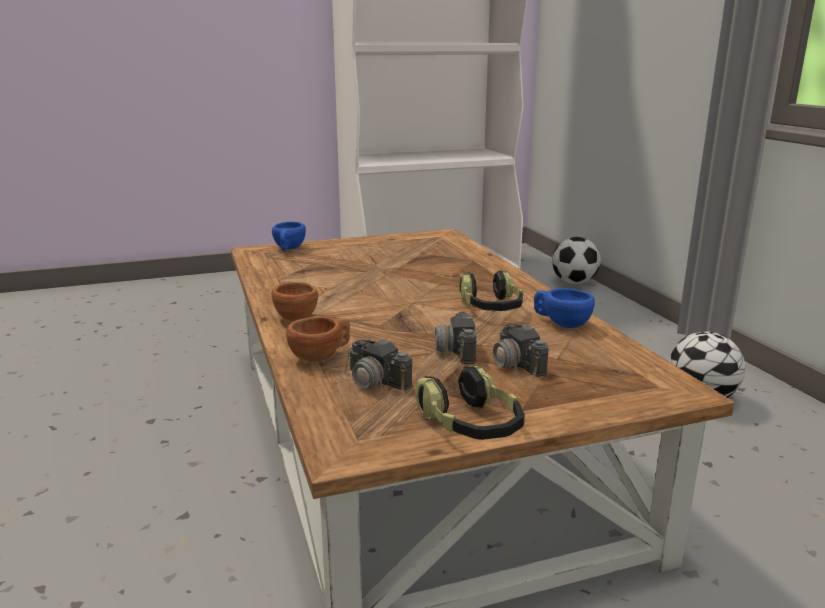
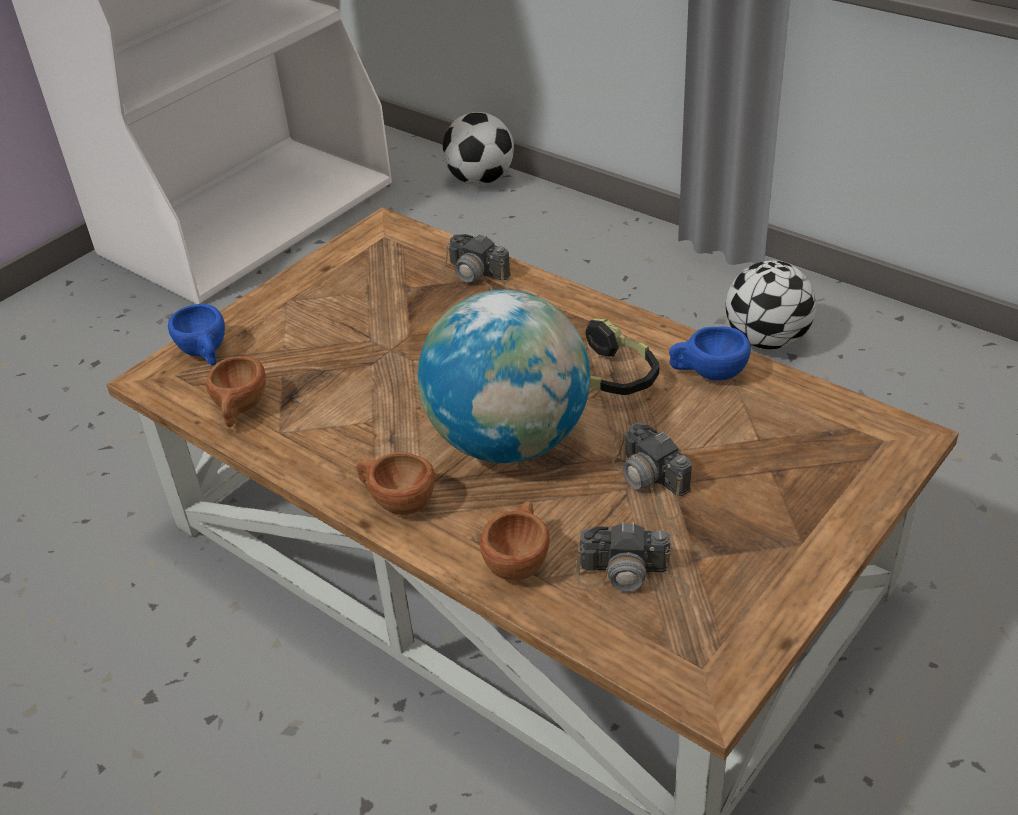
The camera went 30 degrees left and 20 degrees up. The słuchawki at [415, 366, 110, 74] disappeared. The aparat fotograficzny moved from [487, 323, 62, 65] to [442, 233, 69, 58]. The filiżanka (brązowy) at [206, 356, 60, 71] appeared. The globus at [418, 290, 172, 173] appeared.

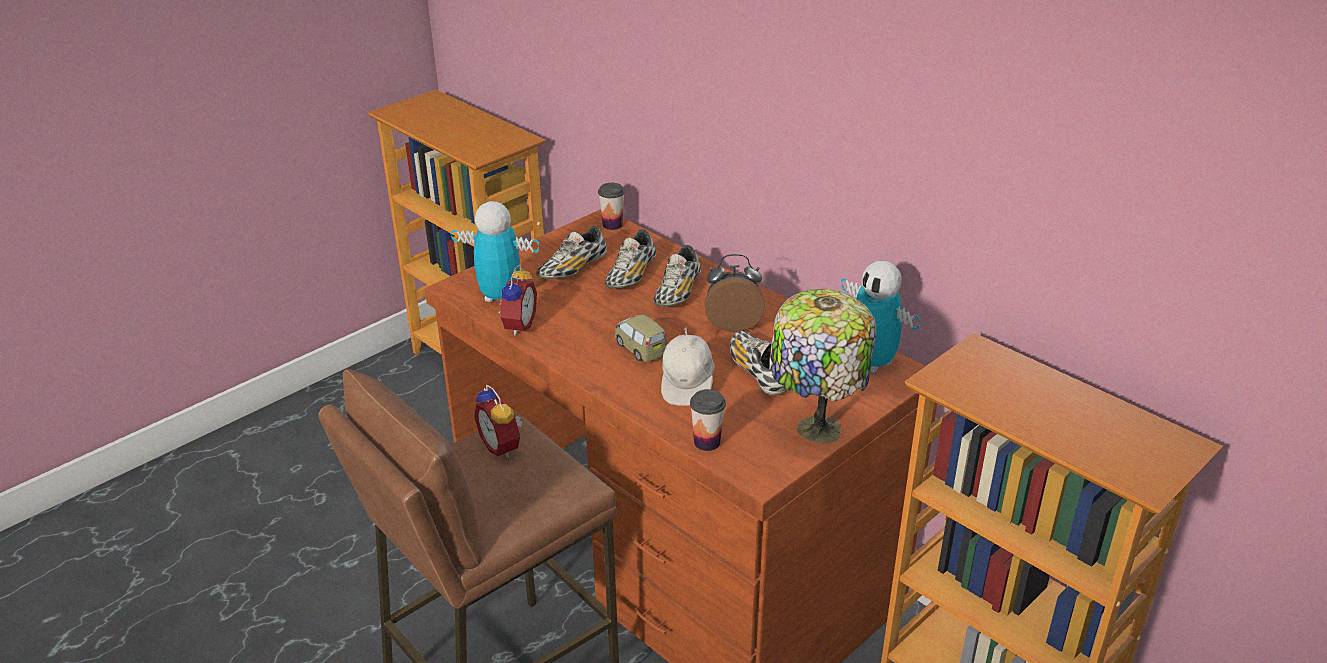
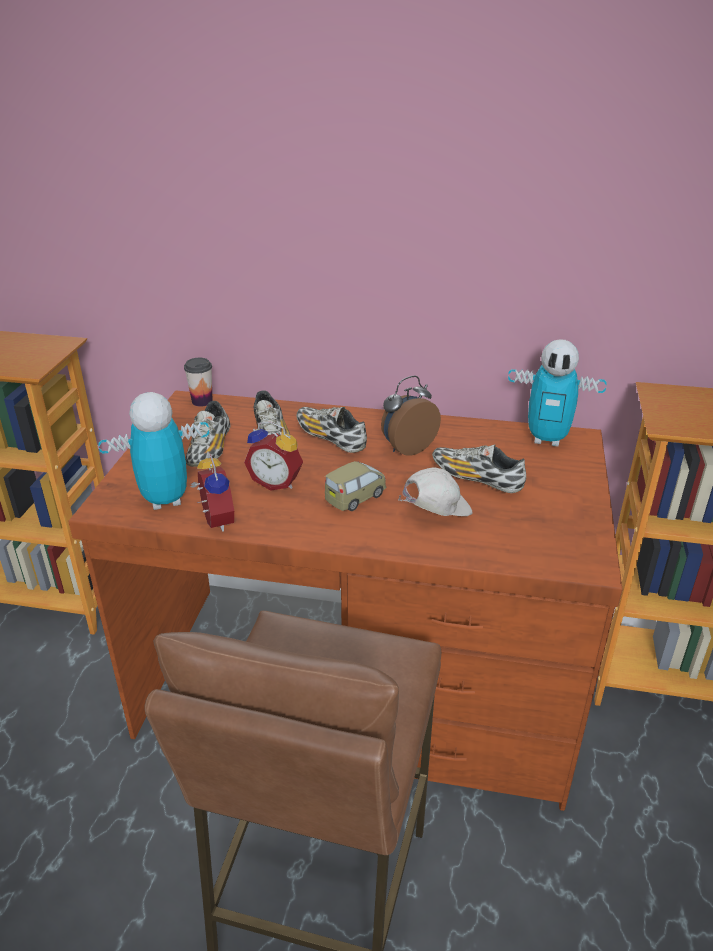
The camera went 35 degrees left and 0 degrees up. The budzik moved from [474, 384, 49, 74] to [244, 422, 59, 69]. The samochodzik at [615, 314, 52, 48] turned 120 degrees clockwise. The but at [653, 245, 48, 62] turned 150 degrees clockwise. The czapka z daszkiem (biały) at [661, 326, 54, 80] turned 90 degrees counterclockwise. The filiżanka at [690, 389, 36, 62] disappeared. The lampa stołowa at [769, 289, 107, 155] disappeared.

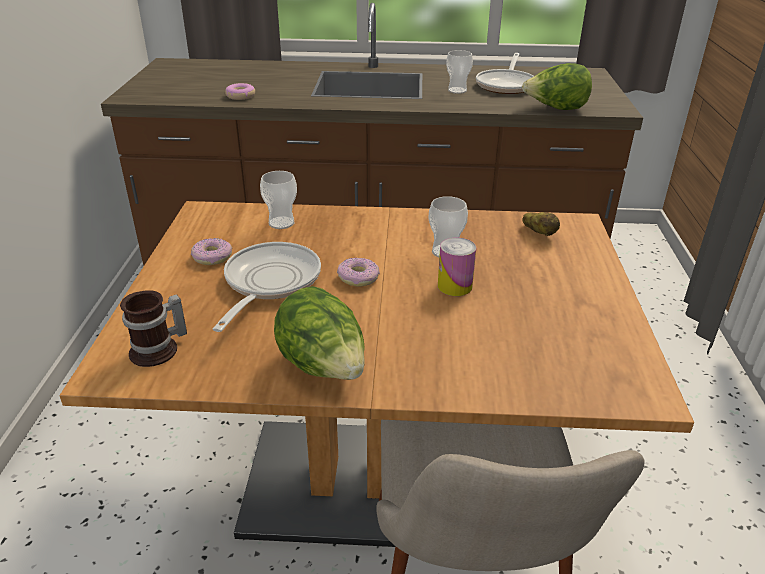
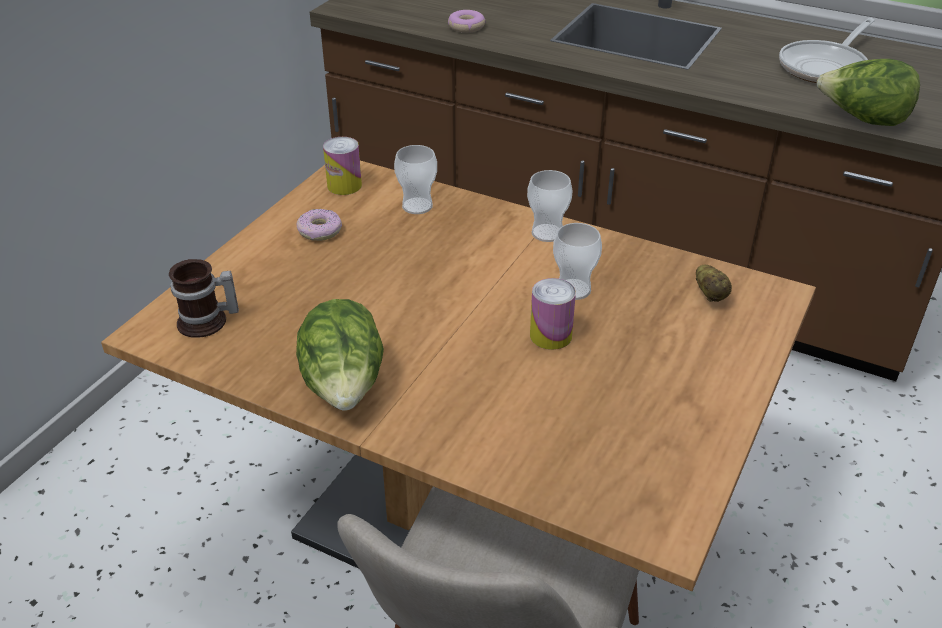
The camera went 25 degrees right and 5 degrees up. The patelnia at [213, 242, 108, 90] disappeared. The donut at [337, 258, 43, 29] disappeared. The filiżanka moved from [446, 50, 27, 44] to [527, 170, 46, 72]. The puszka at [323, 137, 39, 58] appeared.

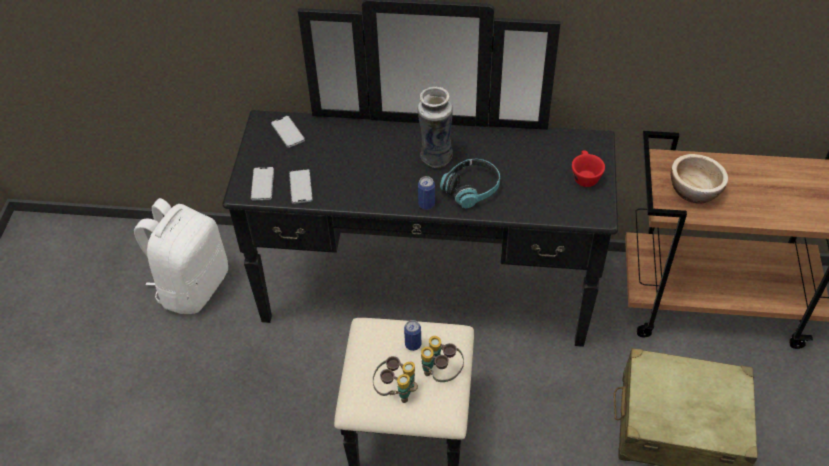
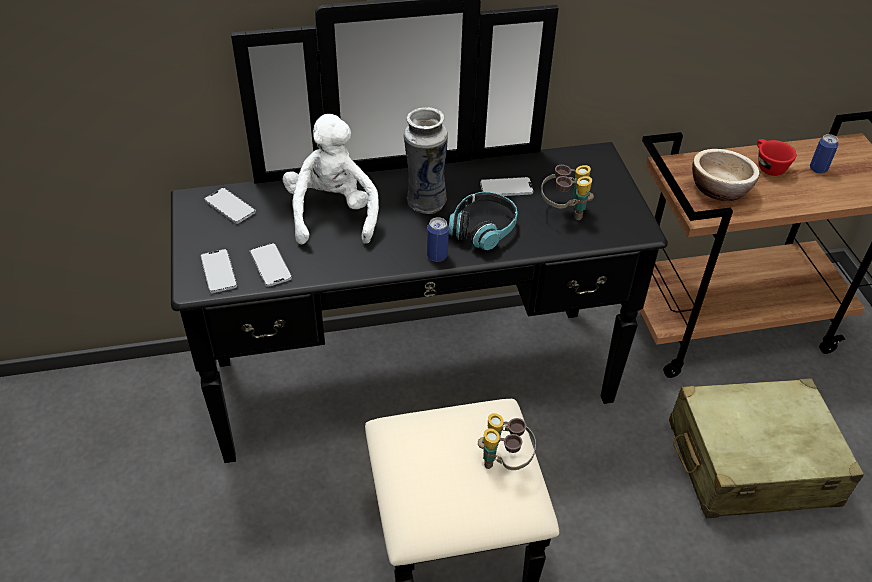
The camera went 20 degrees left and 5 degrees down. The plecak (biały) at [134, 198, 94, 116] disappeared. The lornetka moved from [373, 356, 45, 47] to [541, 165, 53, 55]. The puszka moved from [404, 320, 17, 31] to [810, 134, 29, 40]. The filiżanka (czerwony) moved from [572, 151, 33, 36] to [757, 139, 40, 37]. The pluszak (biały) at [283, 114, 96, 131] appeared. The telefon at [480, 177, 53, 19] appeared.

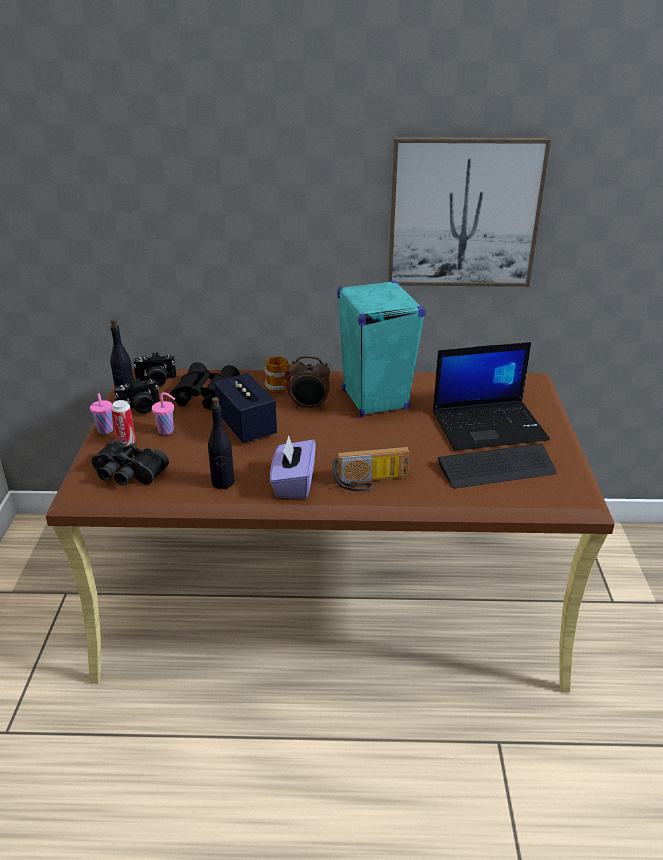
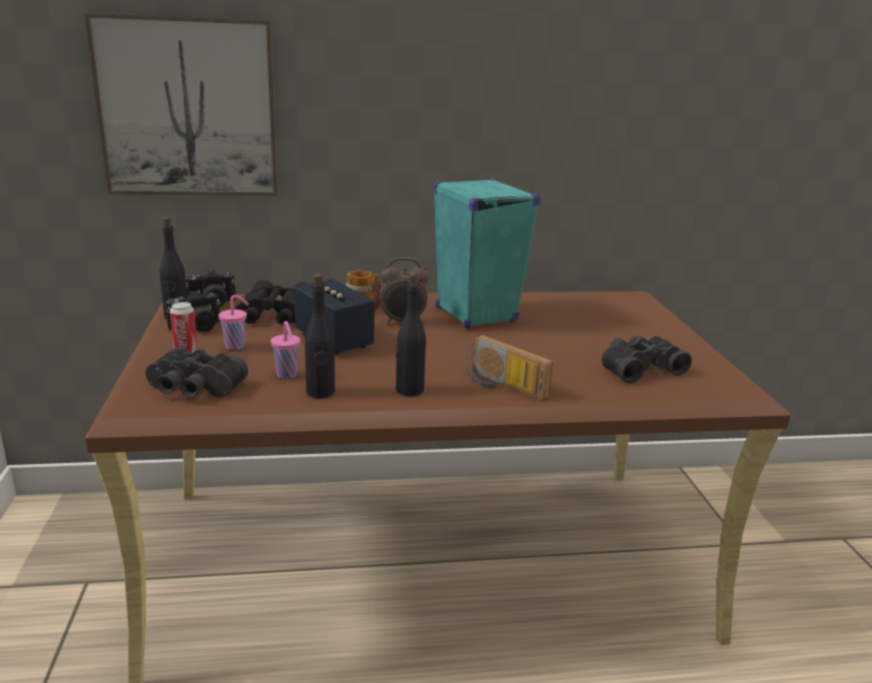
The camera went 10 degrees left and 10 degrees down. The filiżanka (różowy) moved from [90, 393, 23, 41] to [271, 321, 29, 58]. The pudełko chusteczek (fioletowy) at [270, 435, 46, 64] was replaced by the butelka (czarny) at [396, 273, 30, 123]. The radio at [332, 446, 78, 46] turned 60 degrees clockwise. The obraz moved from [388, 137, 163, 150] to [84, 13, 194, 183]. The laptop at [433, 342, 117, 109] disappeared. The klawiatura at [438, 444, 119, 44] was replaced by the lornetka (czarny) at [601, 336, 91, 47].

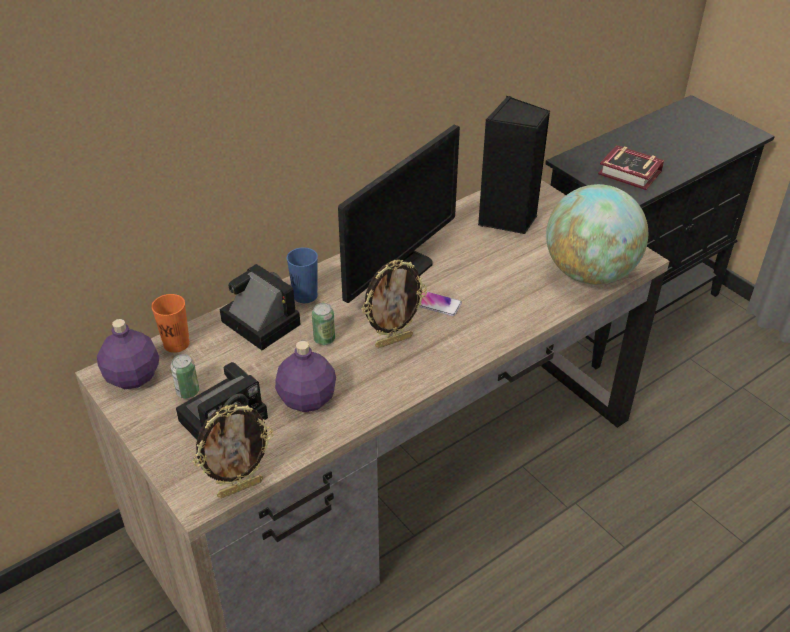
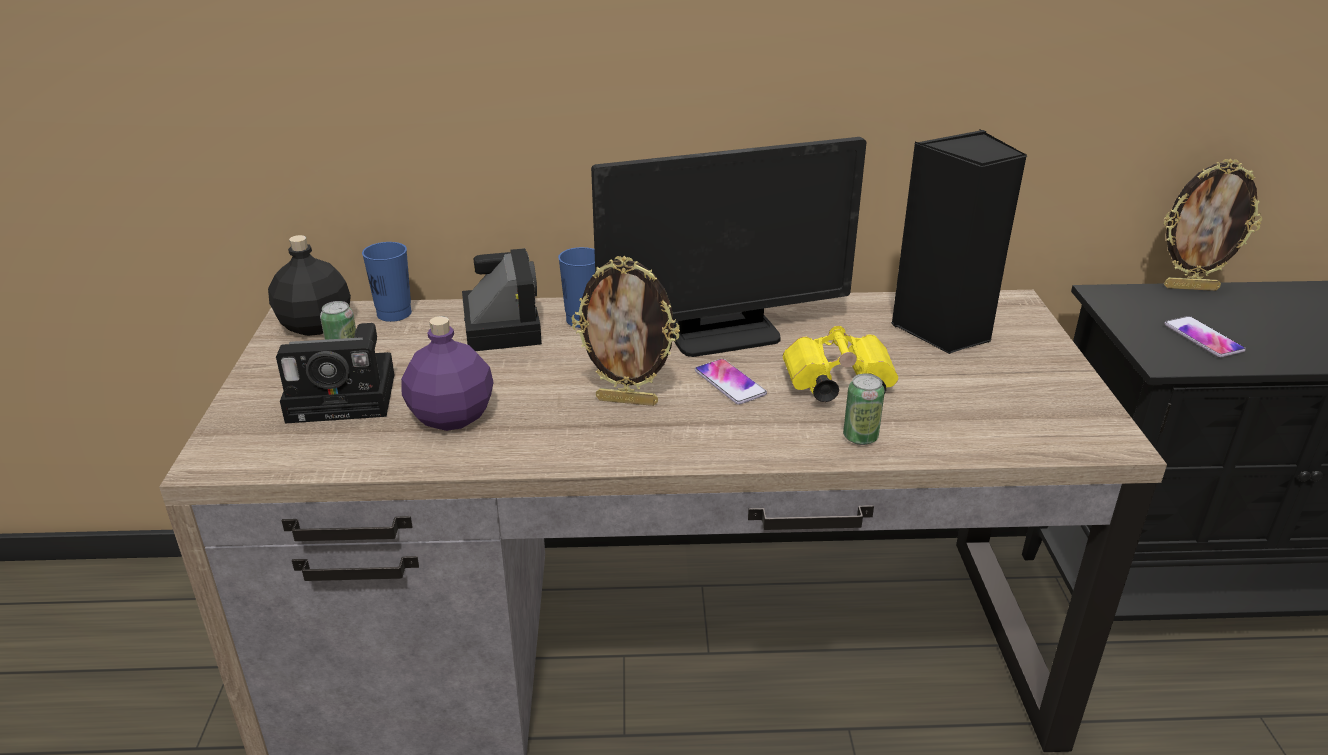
The camera went 35 degrees right and 10 degrees down. The butelka (fioletowy) at [97, 319, 62, 70] became the butelka (czarny) at [268, 235, 83, 101]. The filiżanka (pomarańczowy) at [151, 294, 39, 59] became the filiżanka (niebieski) at [362, 242, 50, 80]. The ramka na zdjęcie moved from [193, 404, 81, 94] to [1164, 159, 98, 132]. The puszka moved from [312, 303, 23, 42] to [843, 374, 42, 71]. The globus at [546, 184, 102, 101] disappeared. The książka at [598, 145, 66, 45] was replaced by the telefon at [1164, 316, 82, 42]. The lornetka (żółty) at [783, 326, 115, 76] appeared.

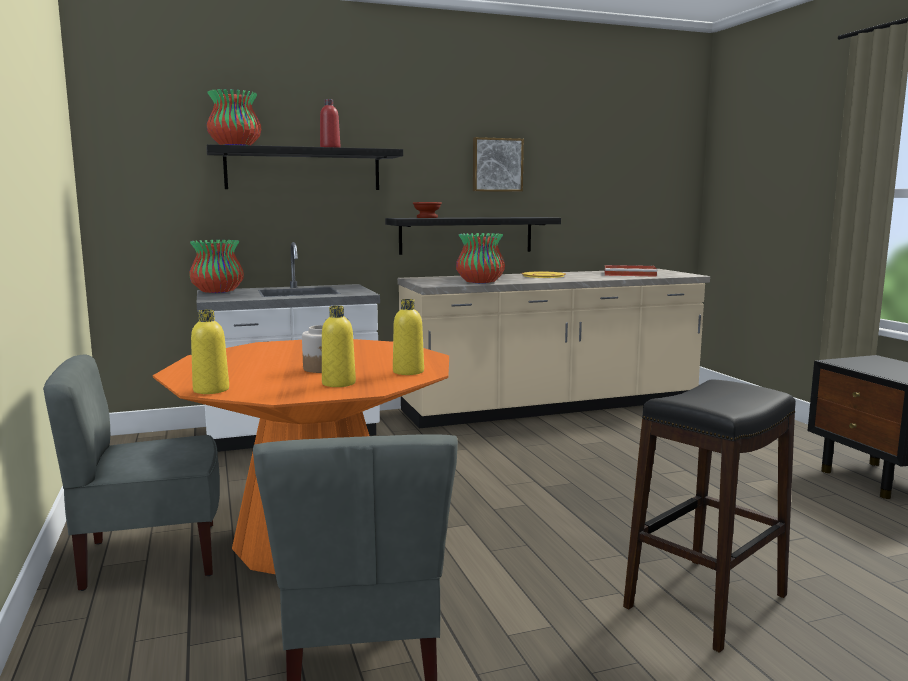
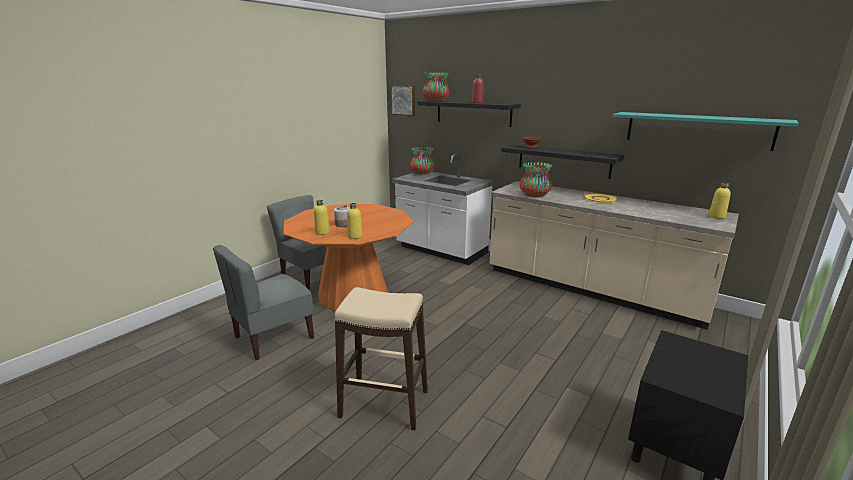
The camera went 55 degrees right and 10 degrees up. The butelka (żółty) moved from [191, 309, 38, 85] to [708, 183, 23, 36]. The obraz moved from [473, 137, 51, 55] to [390, 85, 25, 31]. The taca (czerwony) at [605, 265, 52, 12] disappeared. The stołek (czarny) at [623, 379, 173, 274] became the stołek (beżowy) at [335, 287, 93, 143]. The półka (turkusowy) at [613, 112, 186, 39] appeared.

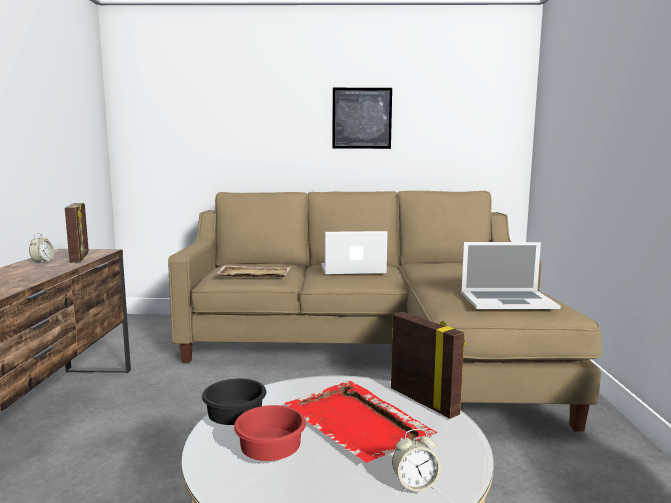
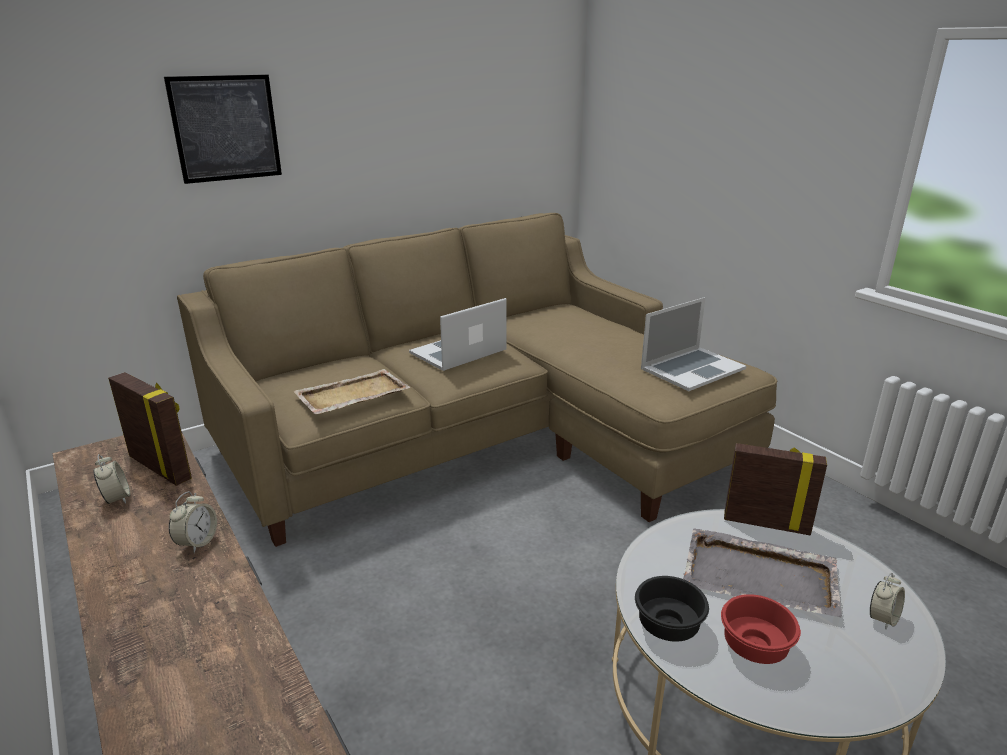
The camera went 35 degrees left and 15 degrees up. The taca (czerwony) at [284, 381, 154, 82] became the taca (szary) at [683, 528, 159, 90]. The obraz moved from [332, 88, 60, 61] to [164, 75, 118, 109]. The budzik at [169, 491, 48, 62] appeared.

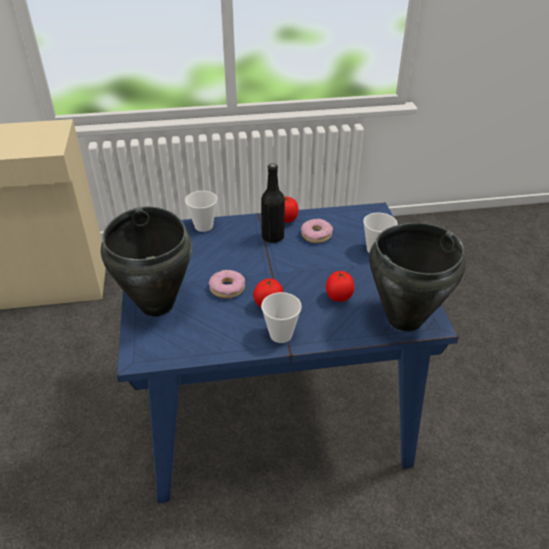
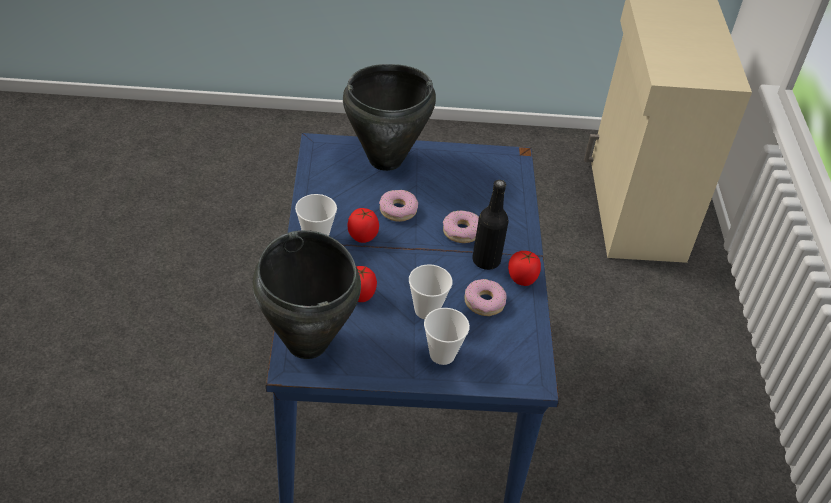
The camera went 95 degrees right and 5 degrees up. The filiżanka moved from [185, 191, 32, 41] to [409, 264, 43, 55]. The donut at [443, 210, 36, 33] appeared.

